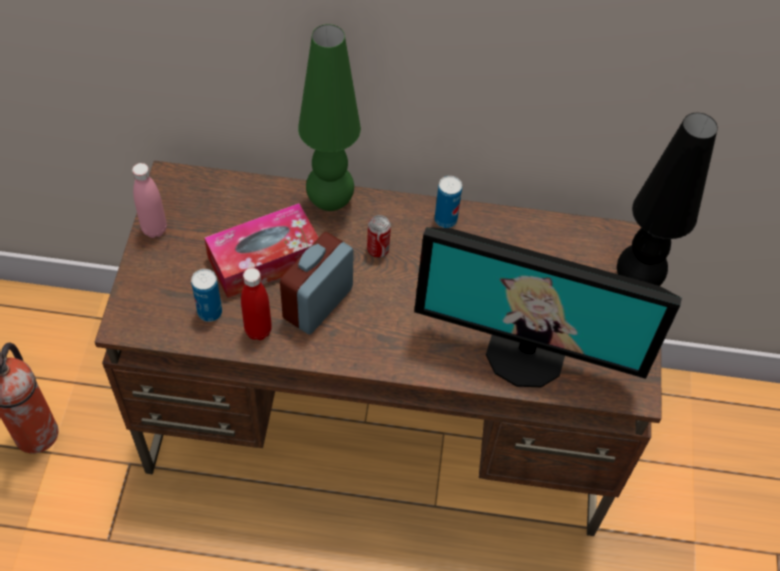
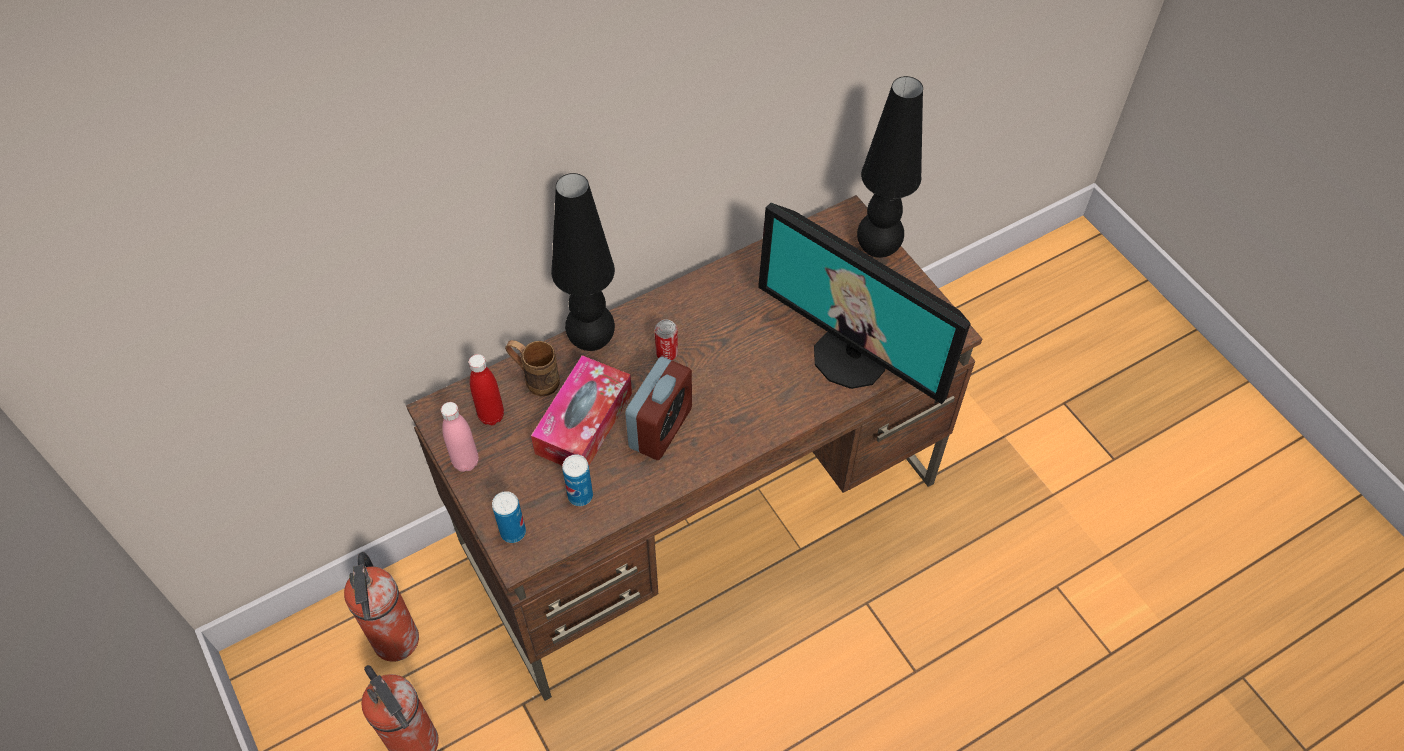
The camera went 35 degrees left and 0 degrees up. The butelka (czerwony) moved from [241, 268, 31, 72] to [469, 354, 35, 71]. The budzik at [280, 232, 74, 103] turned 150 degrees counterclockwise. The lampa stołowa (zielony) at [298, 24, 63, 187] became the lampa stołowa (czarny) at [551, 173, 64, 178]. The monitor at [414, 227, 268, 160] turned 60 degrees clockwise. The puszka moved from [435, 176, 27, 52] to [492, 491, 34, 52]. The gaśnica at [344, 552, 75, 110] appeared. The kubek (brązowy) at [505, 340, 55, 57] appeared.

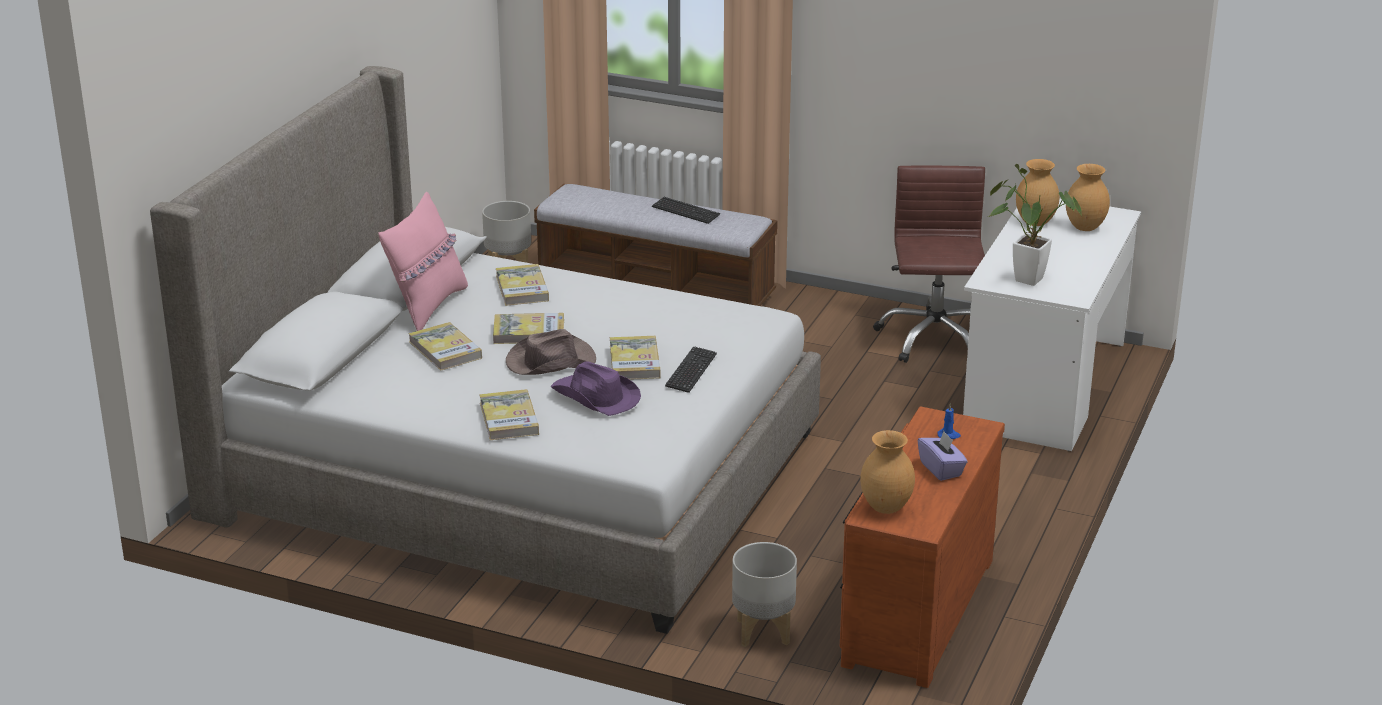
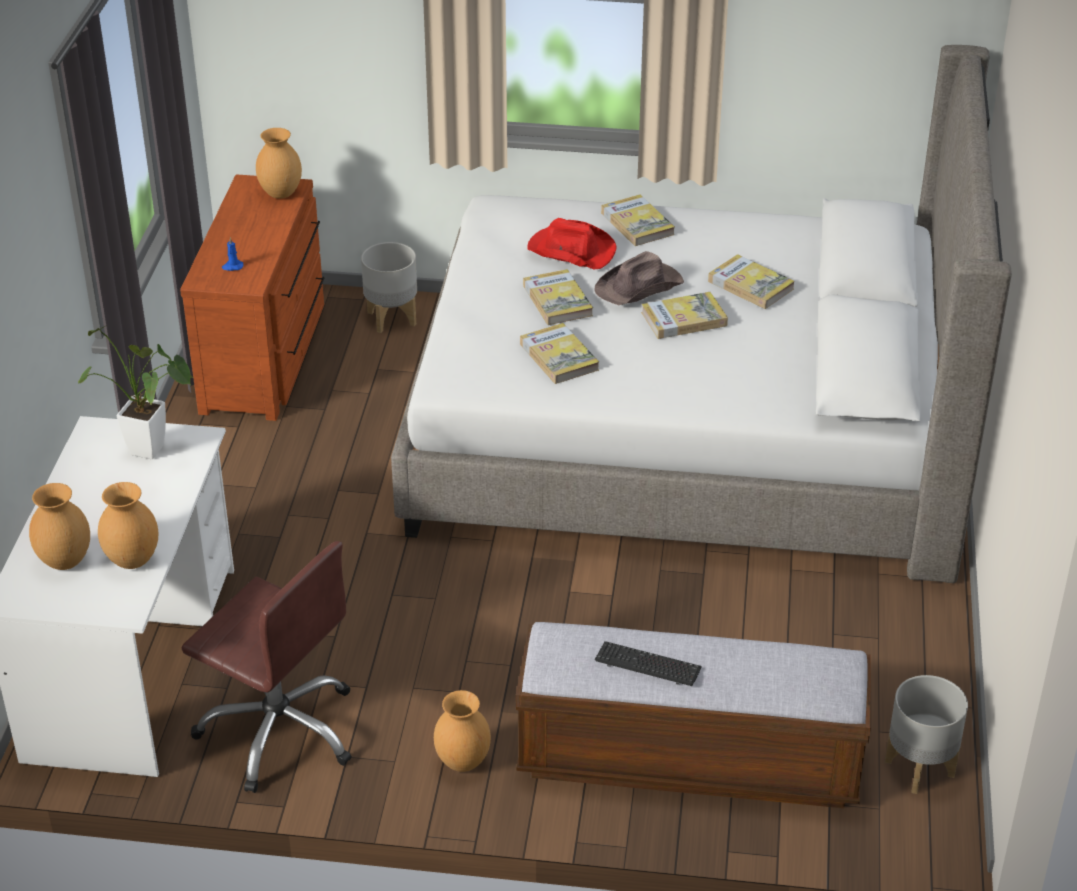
The camera went 165 degrees right and 10 degrees up. The poduszka (różowy) at [378, 192, 90, 139] disappeared. The książka moved from [496, 264, 53, 42] to [520, 323, 79, 61]. The kapelusz (fioletowy) at [551, 361, 90, 55] became the kapelusz (czerwony) at [527, 218, 90, 51]. The klawiatura at [665, 347, 52, 46] disappeared. The krzesło biurowe (brązowy) at [873, 166, 112, 197] turned 45 degrees counterclockwise. The pudełko chusteczek (fioletowy) at [918, 431, 50, 50] disappeared. The wazon (brązowy) at [434, 690, 57, 82] appeared.

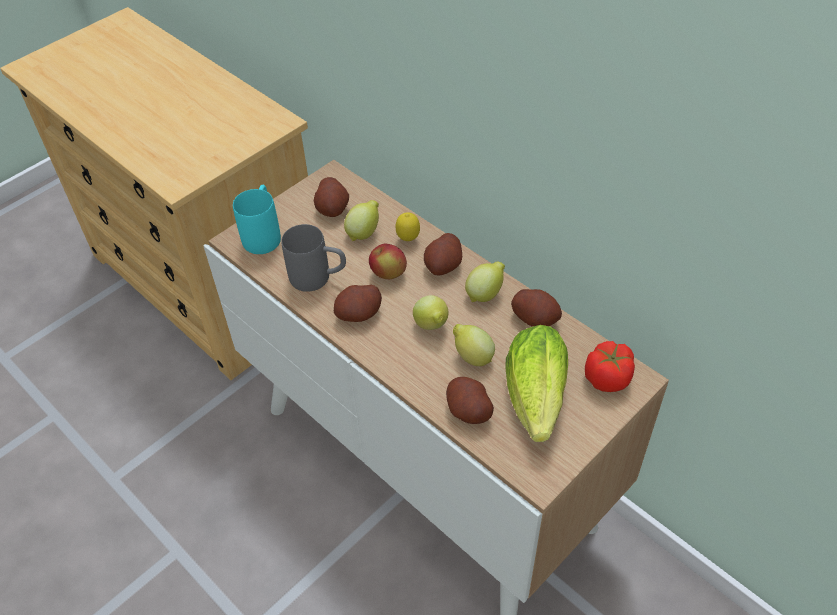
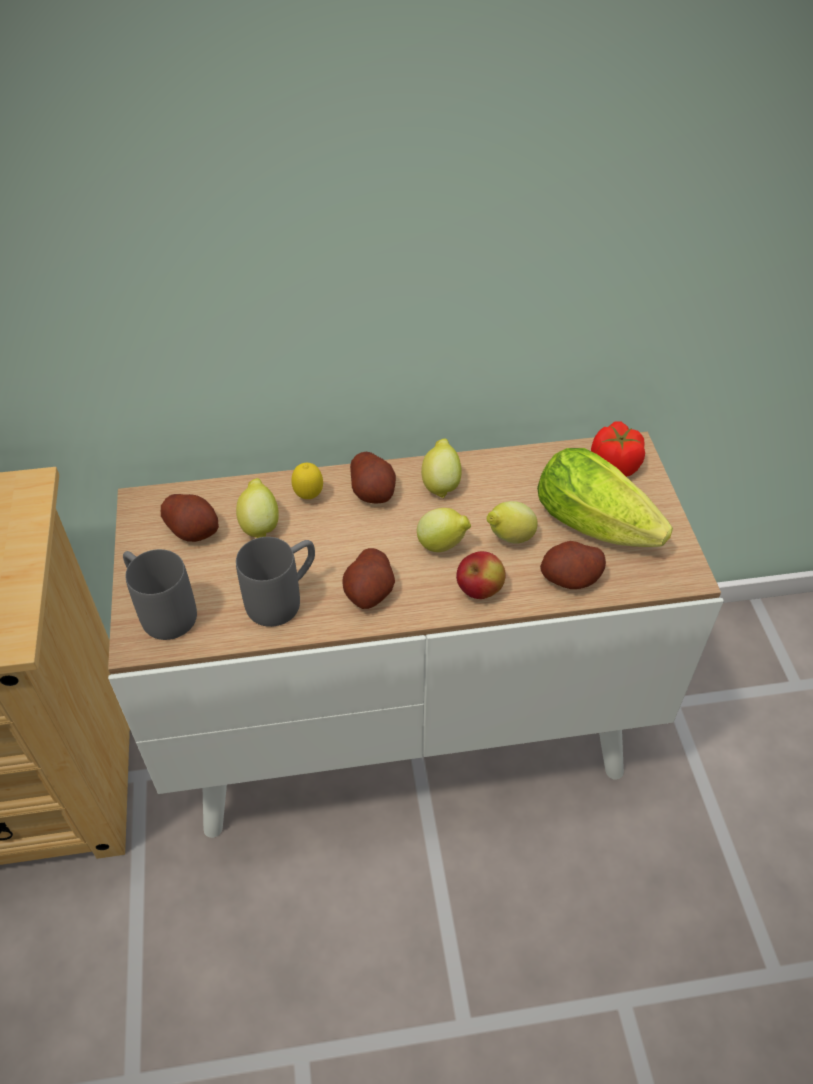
The camera went 55 degrees left and 0 degrees up. The kubek (turkusowy) at [233, 185, 48, 69] became the kubek (szary) at [123, 549, 74, 91]. The jabłko moved from [369, 244, 38, 35] to [456, 551, 49, 48]. The ziemniak at [511, 289, 51, 38] disappeared.

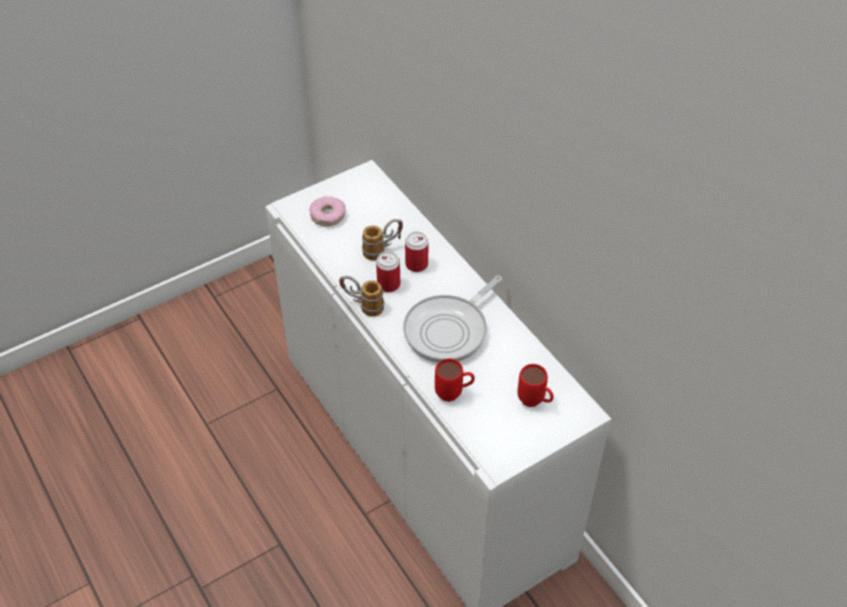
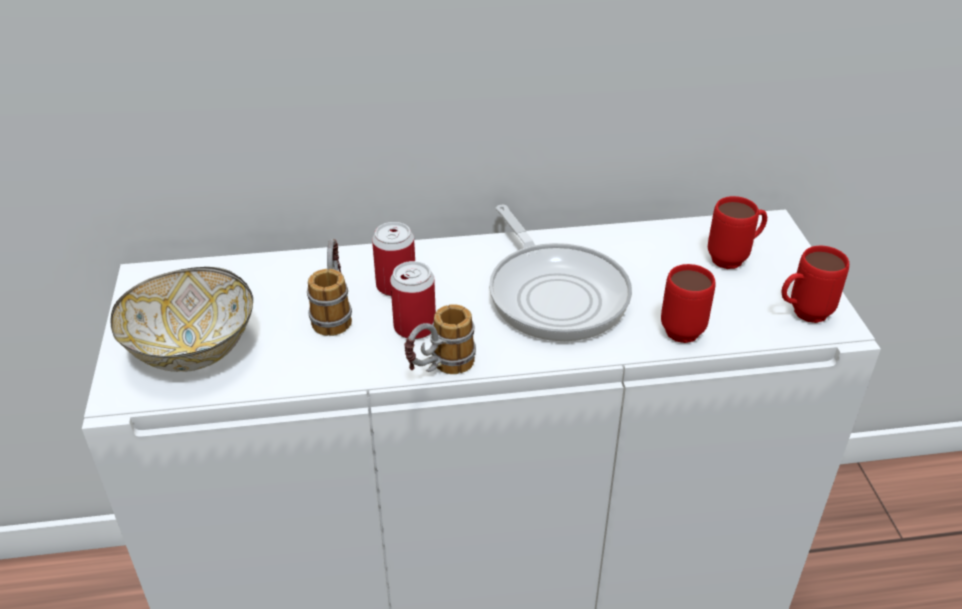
The camera went 65 degrees left and 10 degrees down. The donut at [309, 196, 37, 30] was replaced by the miska at [111, 267, 142, 105]. The kubek (czerwony) at [781, 246, 68, 77] appeared.

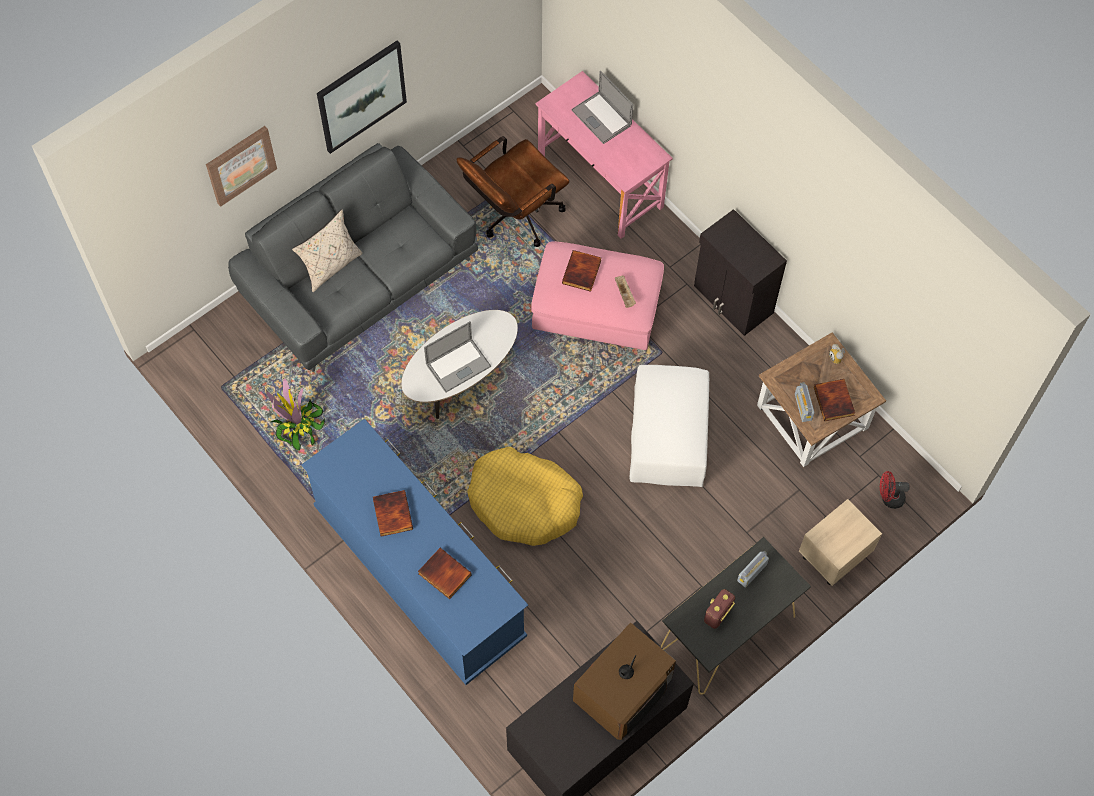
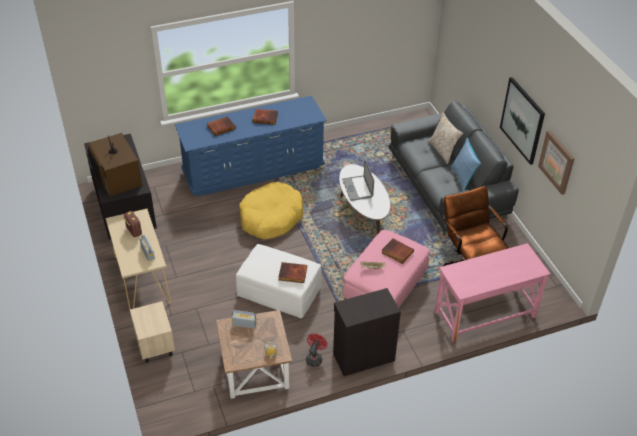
The camera went 110 degrees right and 20 degrees down. The obraz moved from [206, 126, 71, 81] to [538, 130, 36, 65]. The roślina doniczkowa at [266, 378, 59, 72] disappeared. The laptop at [571, 71, 62, 73] disappeared. The stolik konsolowy (czarny) at [661, 537, 150, 158] became the stolik konsolowy (beżowy) at [106, 209, 65, 101]. The książka moved from [814, 379, 41, 43] to [278, 262, 29, 21]. The wentylator (czerwony) moved from [880, 471, 30, 38] to [306, 333, 21, 34]. The poduszka at [450, 138, 31, 53] appeared.

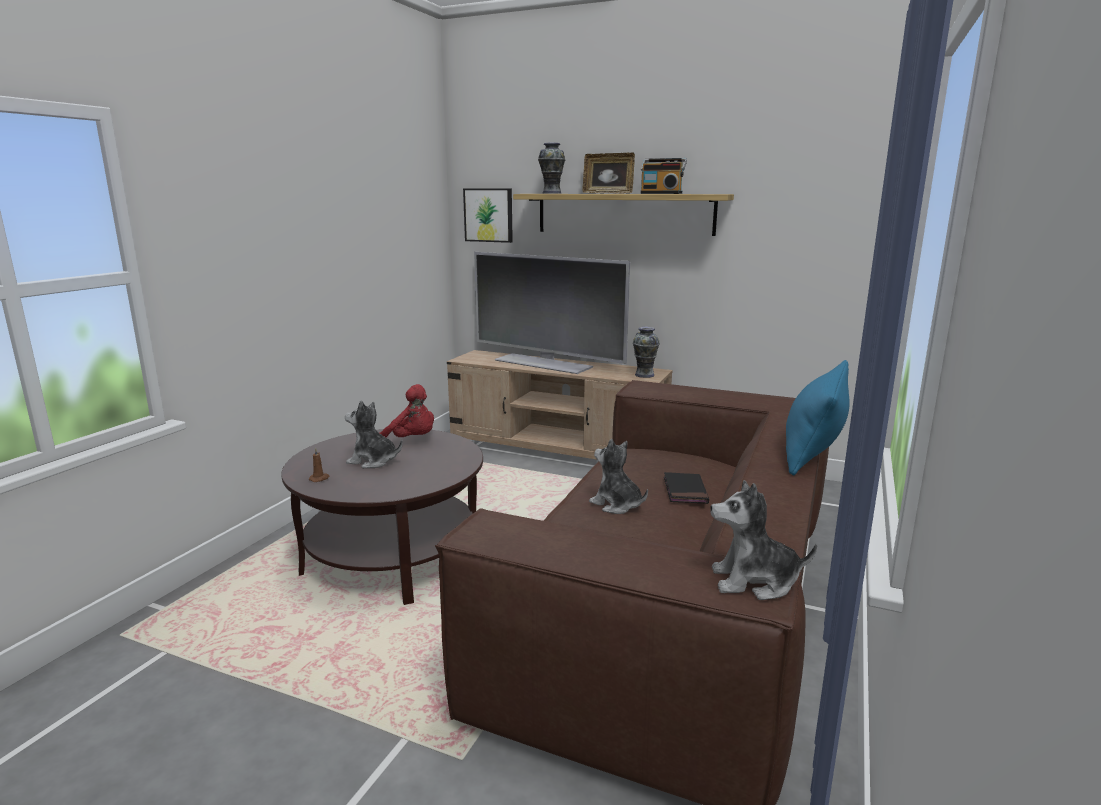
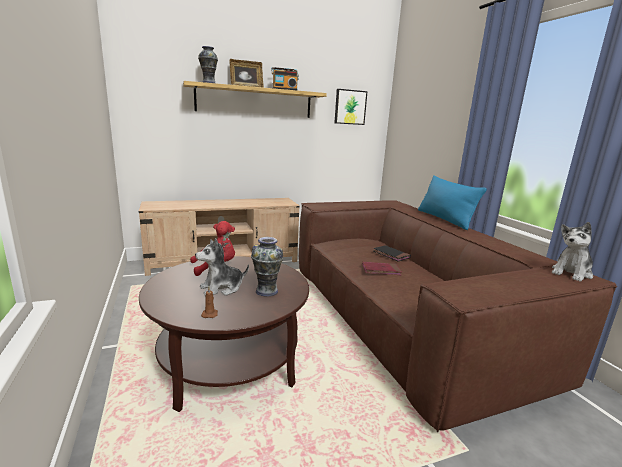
The camera went 45 degrees left and 0 degrees up. The obraz moved from [463, 188, 50, 55] to [334, 89, 34, 36]. The telewizor at [474, 252, 156, 122] disappeared. The pluszak at [589, 439, 59, 75] was replaced by the książka (czerwony) at [362, 262, 40, 13]. The wazon moved from [633, 327, 27, 51] to [251, 237, 33, 59].

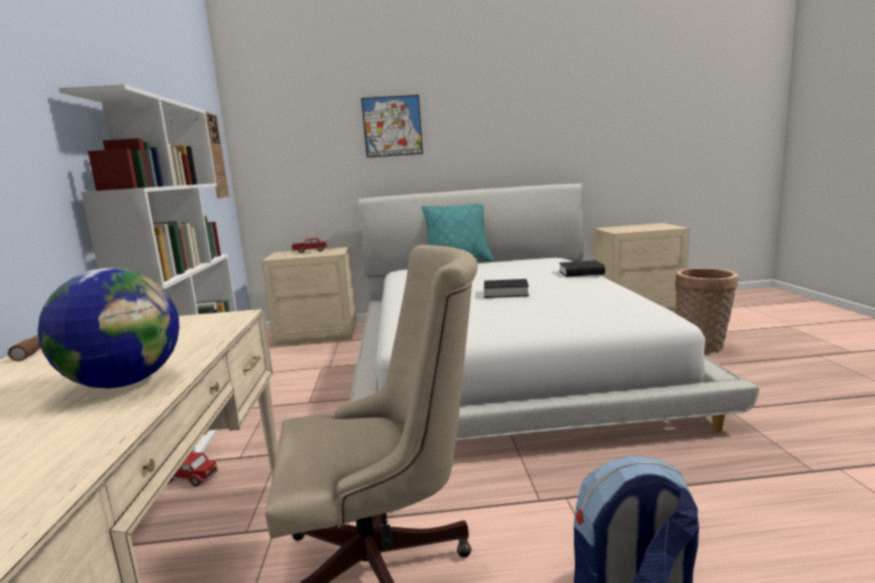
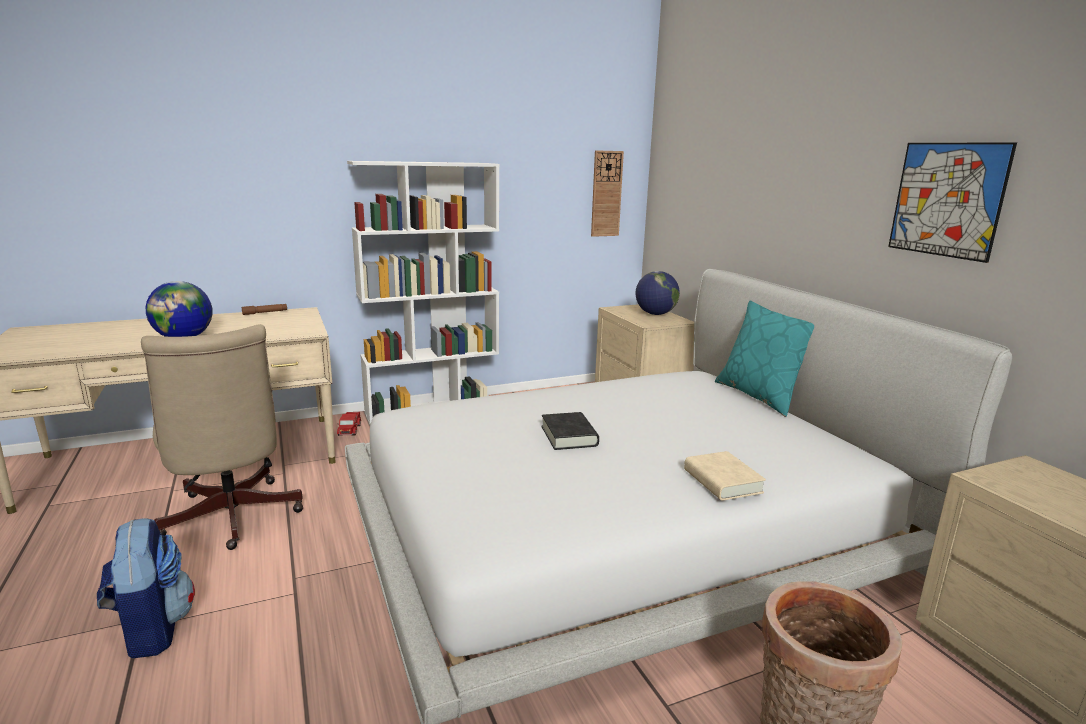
The camera went 70 degrees right and 5 degrees up. The ciężarówka zabawkowa at [292, 238, 35, 15] was replaced by the globus at [636, 271, 44, 44]. The obraz moved from [361, 95, 62, 63] to [888, 143, 129, 120]. The książka (czarny) at [559, 260, 46, 17] became the książka (beżowy) at [684, 451, 82, 50].

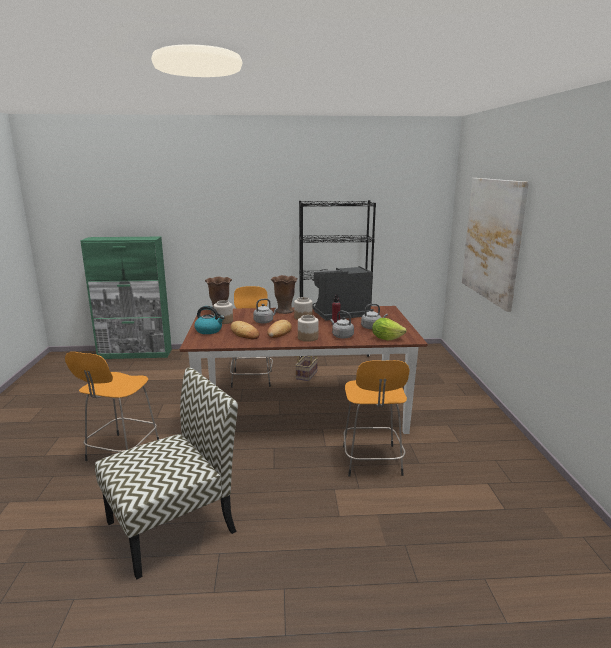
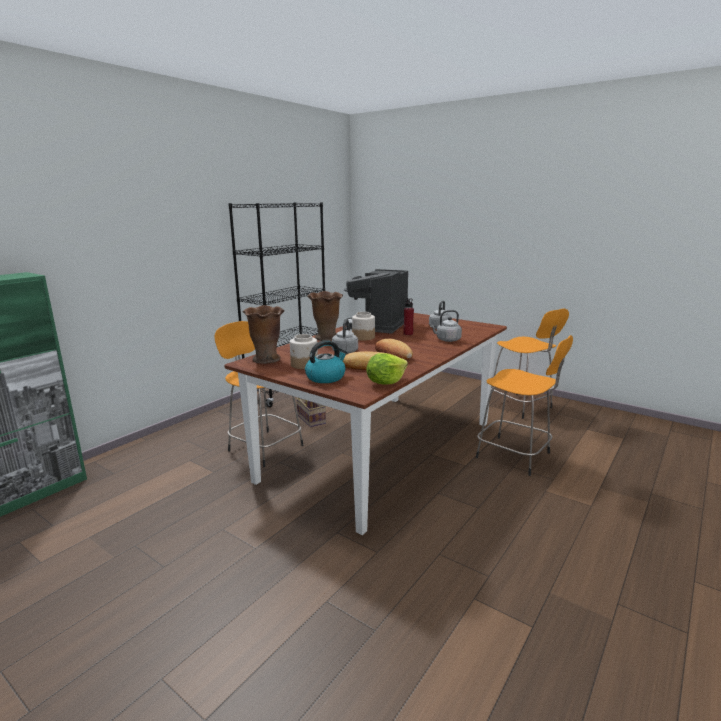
The camera went 50 degrees left and 0 degrees up. The stołek (pomarańczowy) moved from [65, 352, 94, 109] to [491, 309, 78, 110]. The krzesło at [95, 367, 143, 212] disappeared. The słoik at [298, 315, 21, 27] disappeared. The sałata moved from [372, 318, 35, 23] to [366, 353, 42, 32]. The obraz at [462, 178, 67, 134] disappeared.

